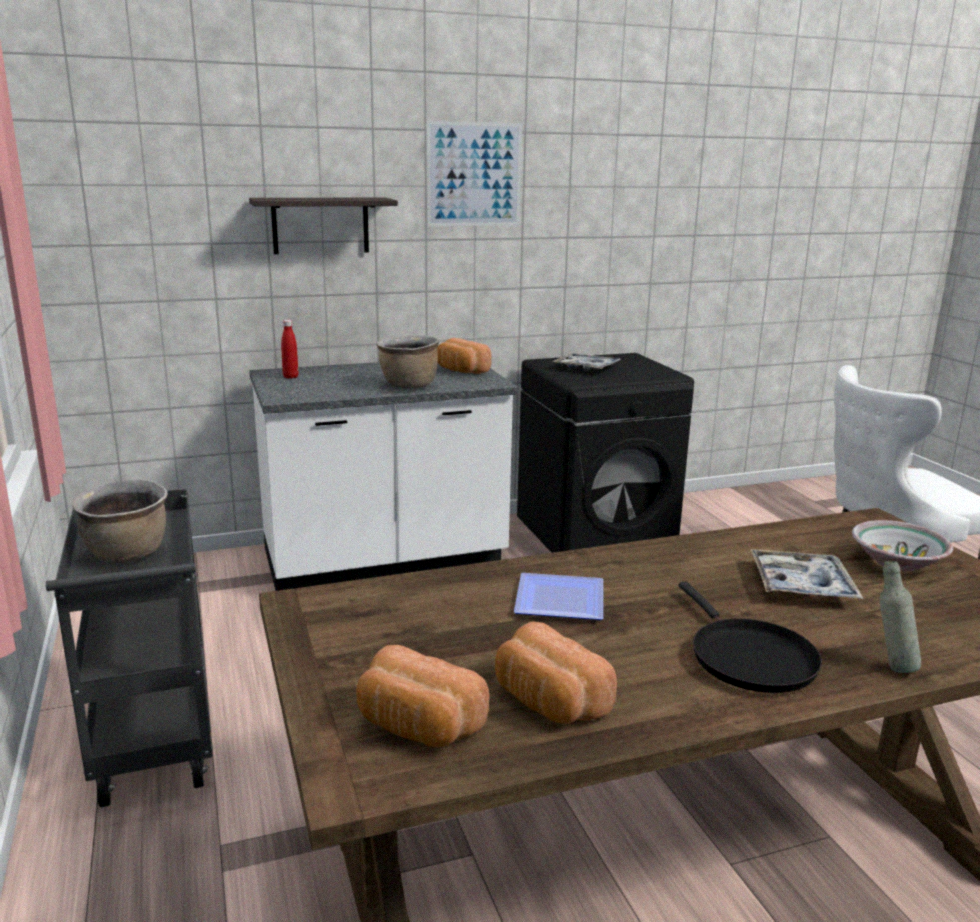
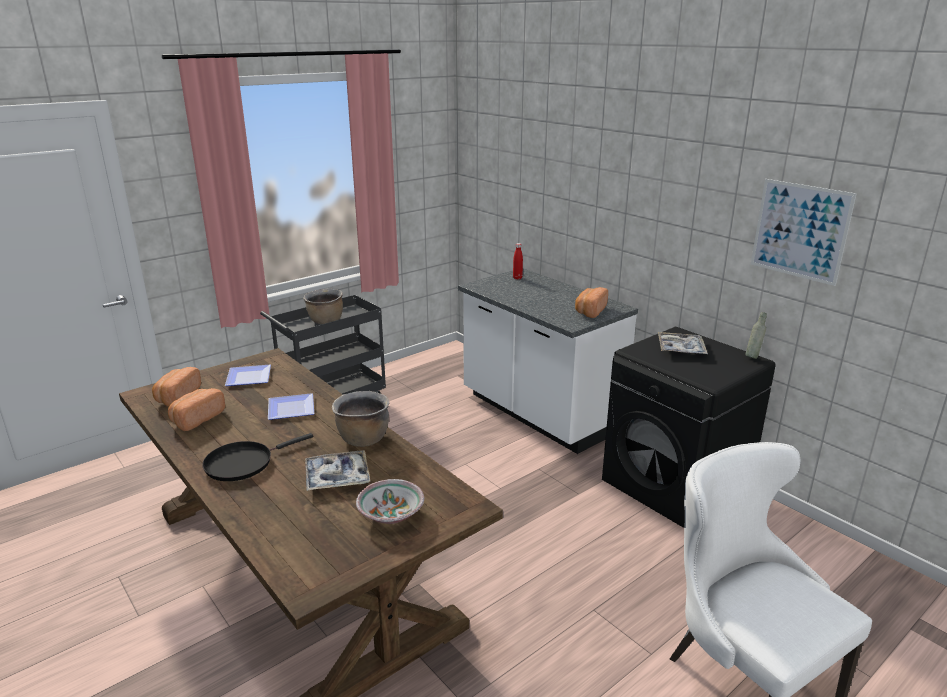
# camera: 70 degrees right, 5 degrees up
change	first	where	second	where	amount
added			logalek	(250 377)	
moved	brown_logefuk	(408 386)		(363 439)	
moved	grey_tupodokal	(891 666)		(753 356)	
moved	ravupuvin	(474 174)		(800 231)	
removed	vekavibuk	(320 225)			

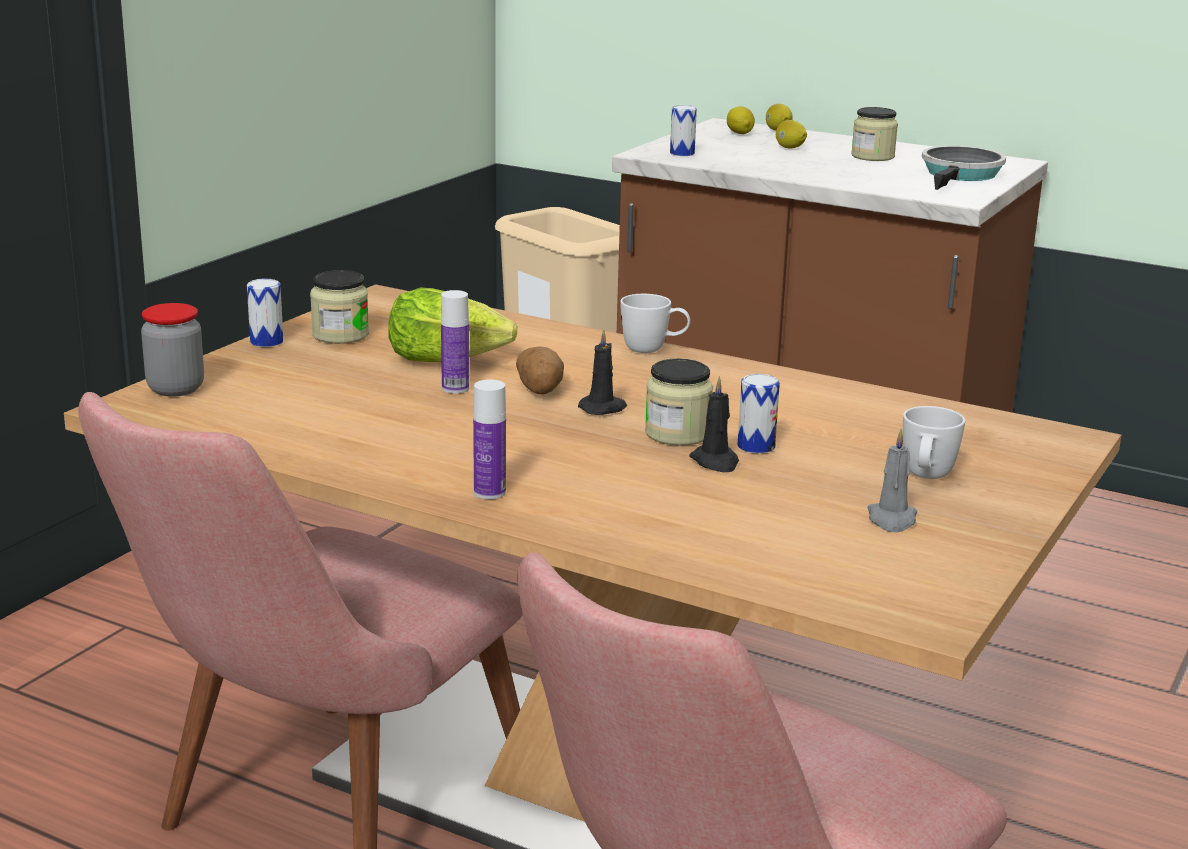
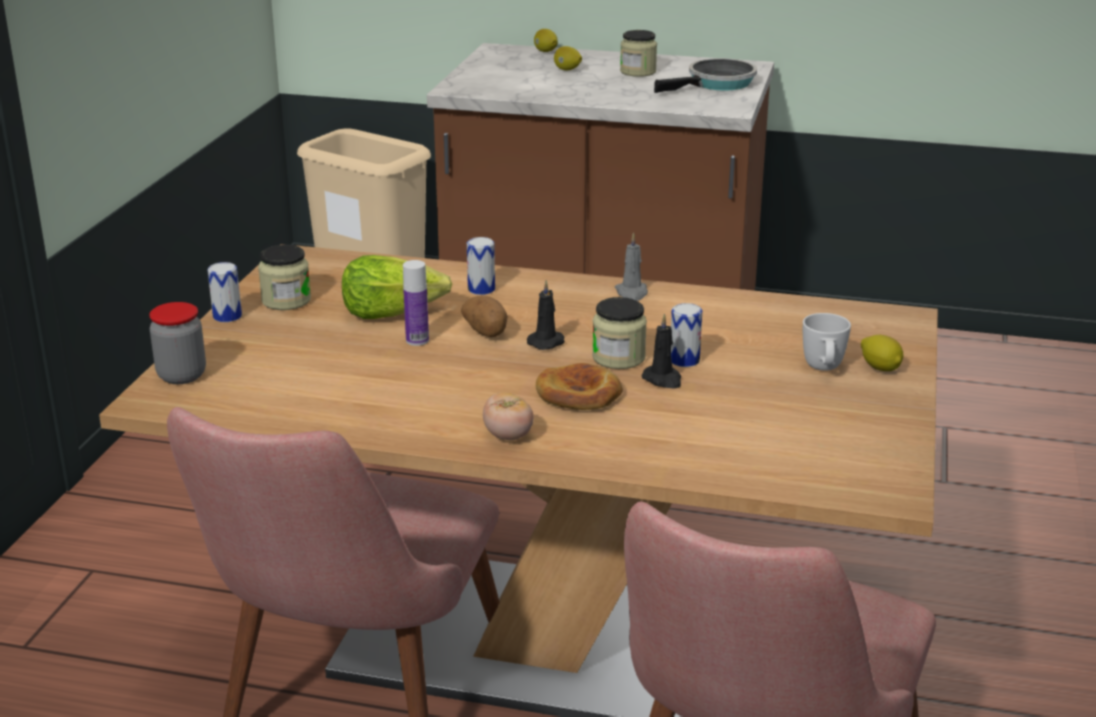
# camera: 15 degrees left, 5 degrees up
change	first	where	second	where	amount
moved	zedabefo	(682 153)		(481 289)	
replaced	tupodokal	(489 492)	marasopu	(508 436)	
added			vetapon	(579 394)	
moved	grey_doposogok	(892 520)		(632 293)	
turned	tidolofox	(960 175)		(717 84)	45 degrees clockwise
moved	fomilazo	(739 133)		(880 368)	
removed	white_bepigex	(654 350)			

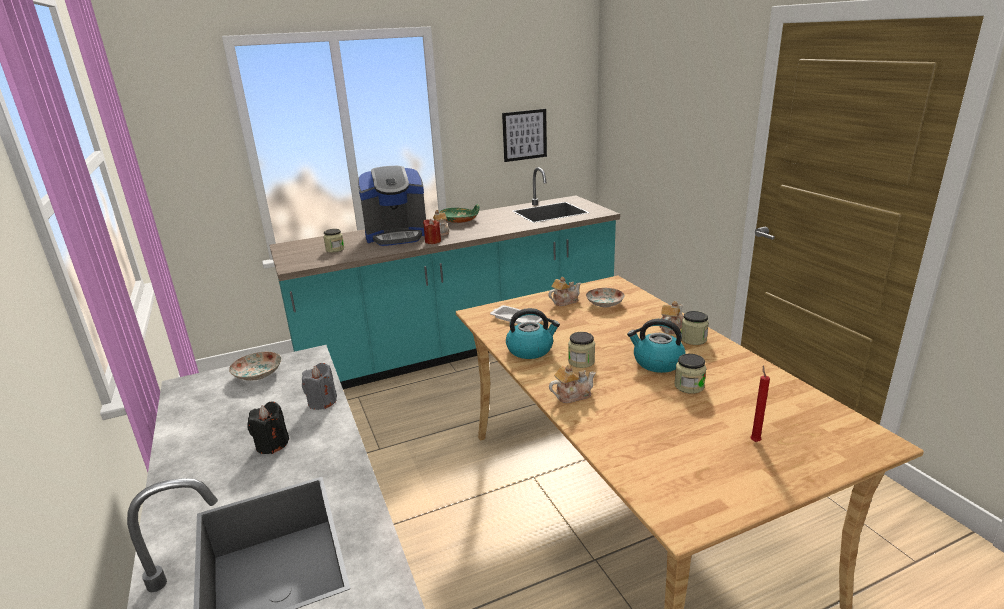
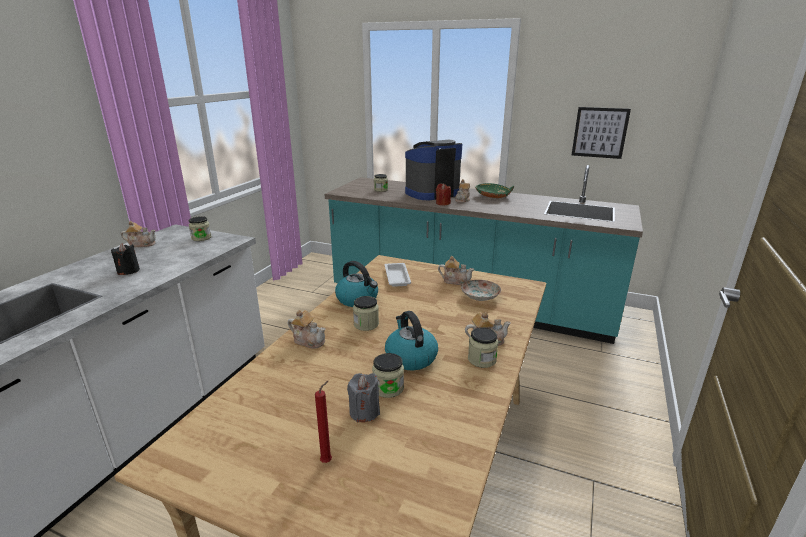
# camera: 45 degrees right, 0 degrees up
change	first	where	second	where	amount
added			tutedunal	(141 244)	
replaced	logalek	(257 374)	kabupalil	(201 238)	
moved	grey_doposogok	(322 402)		(364 412)	
turned	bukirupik	(397 236)		(431 193)	120 degrees clockwise

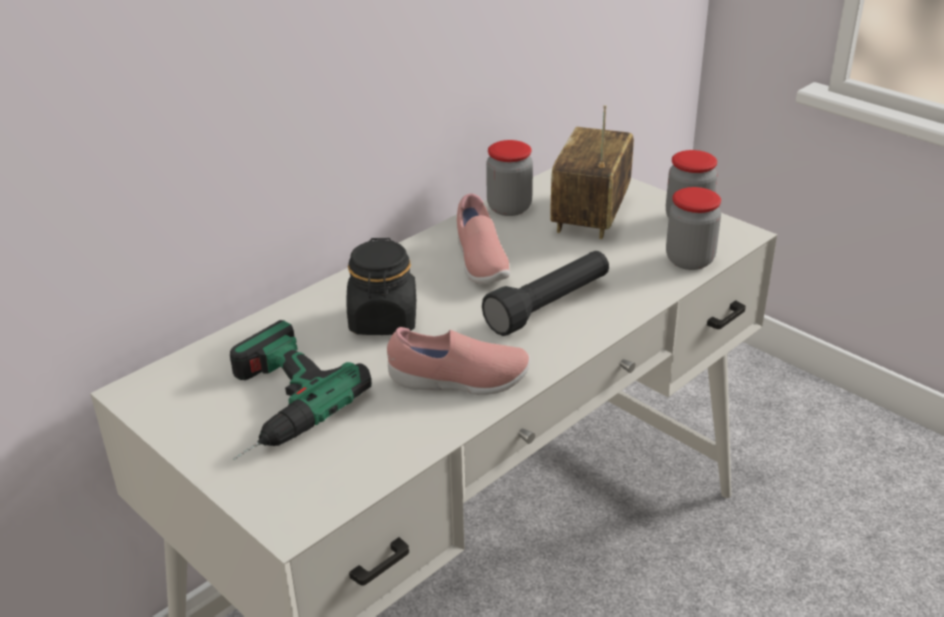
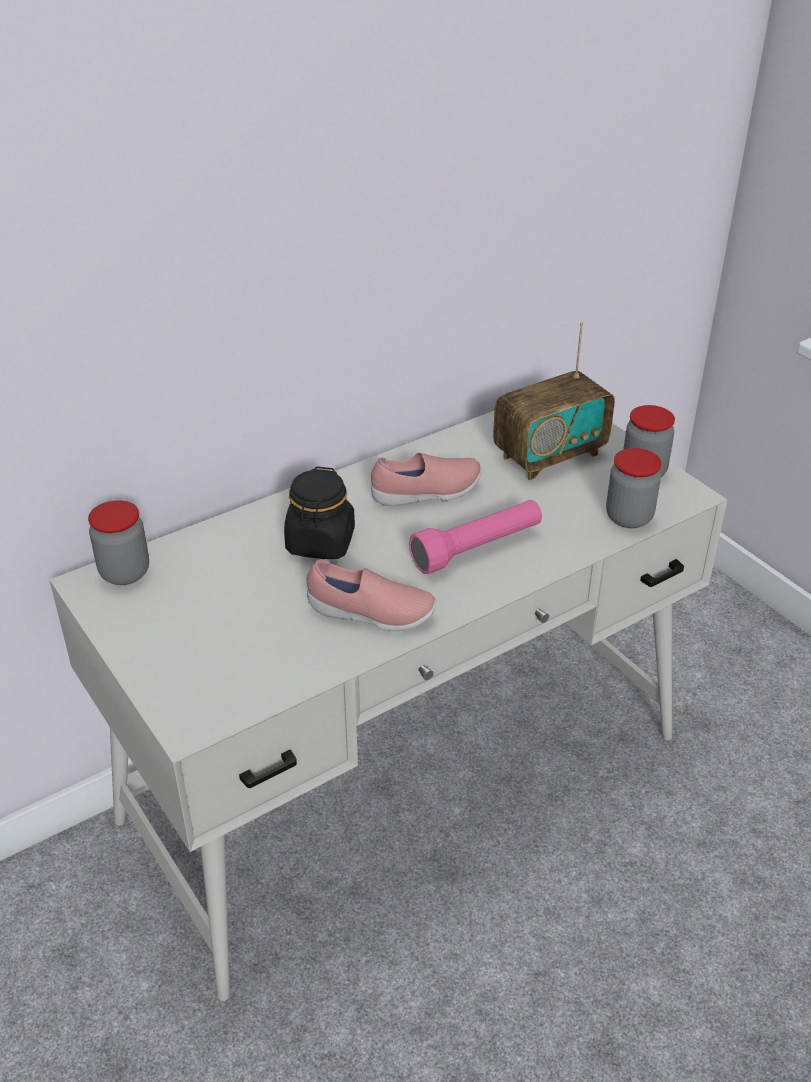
# camera: 10 degrees right, 5 degrees up
change	first	where	second	where	amount
moved	kabupalil	(509 208)		(125 573)	
turned	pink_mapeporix	(480 262)		(427 494)	105 degrees counterclockwise
recoloured	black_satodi	(549 306)	pink_satodi	(477 548)	
turned	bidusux	(591 215)		(549 455)	150 degrees counterclockwise
removed	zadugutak	(269 406)			

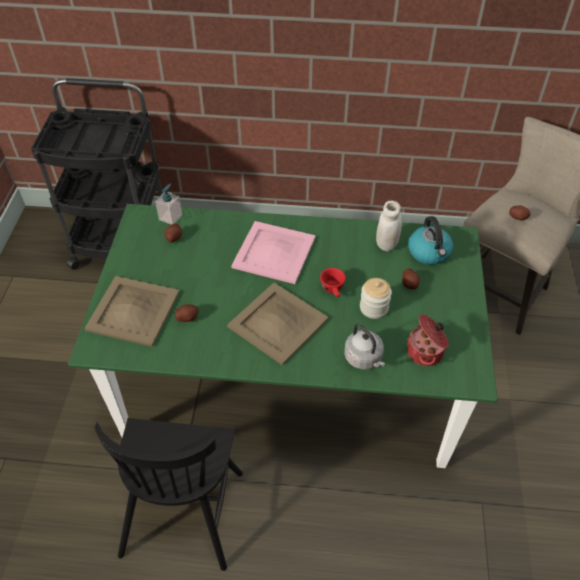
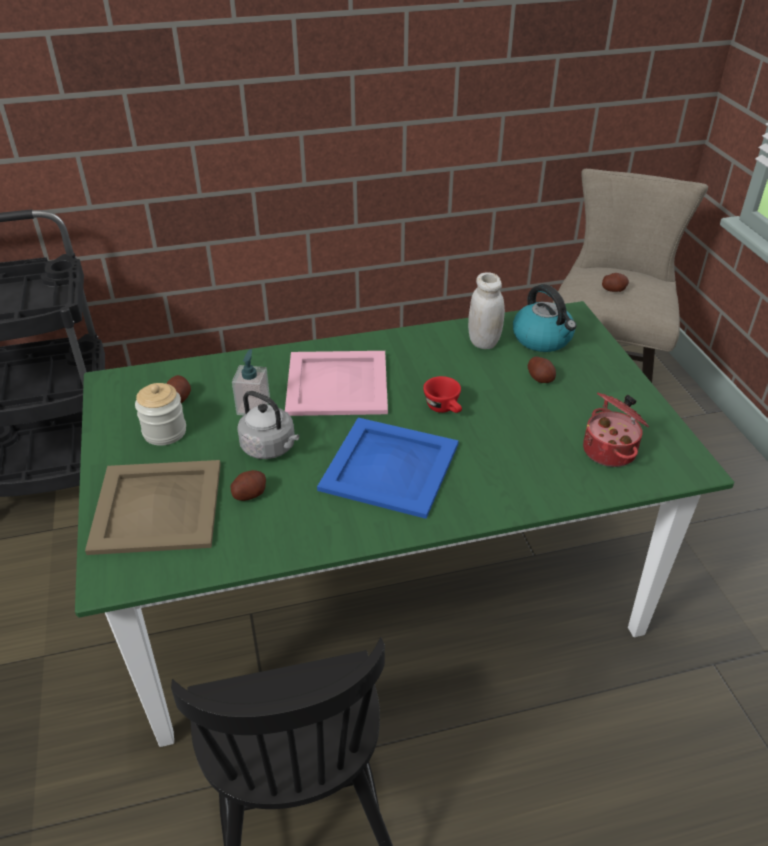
# camera: 20 degrees left, 10 degrees down
change	first	where	second	where	amount
moved	kabupalil	(374 308)		(164 432)	
moved	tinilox	(170 217)		(253 407)	
moved	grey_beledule	(364 358)		(270 448)	
recoloured	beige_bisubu	(278 322)	blue_bisubu	(389 466)	

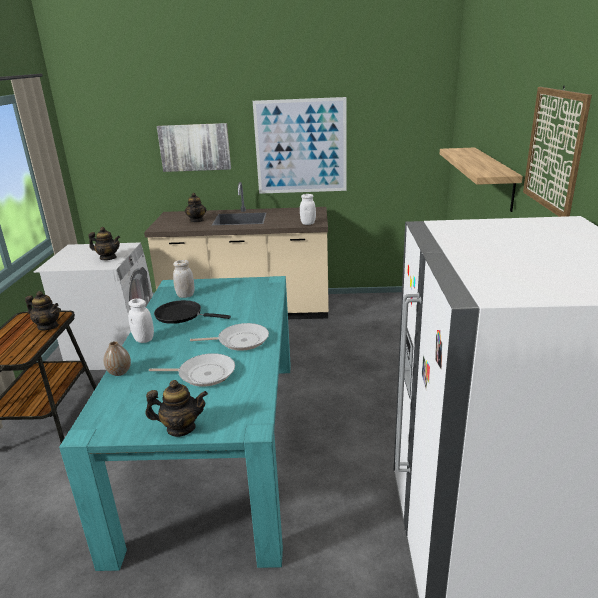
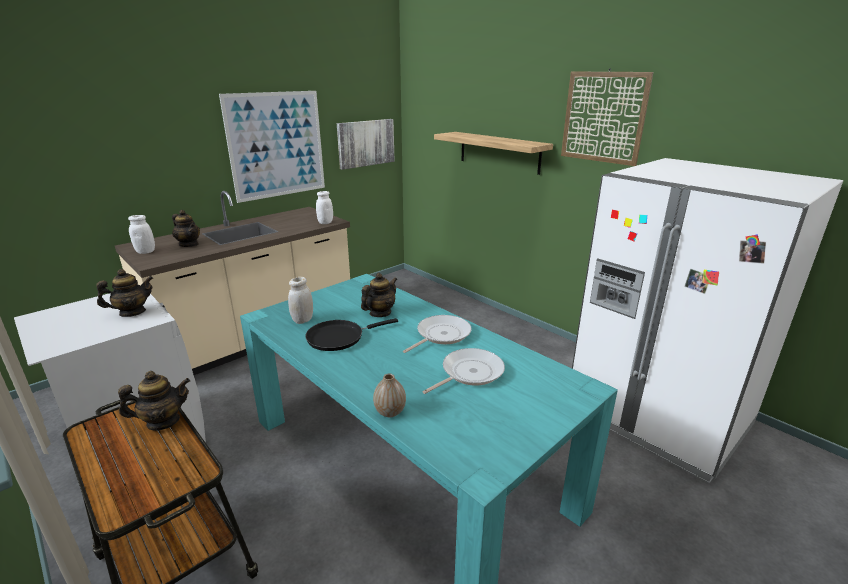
# camera: 45 degrees left, 0 degrees up
change	first	where	second	where	amount
moved	white_kabupalil	(144 339)		(145 252)	
moved	ravupuvin	(195 147)		(365 143)	
moved	tutedunal	(181 428)		(380 313)	

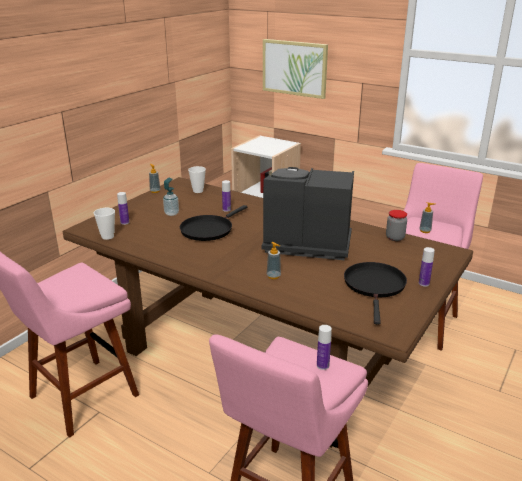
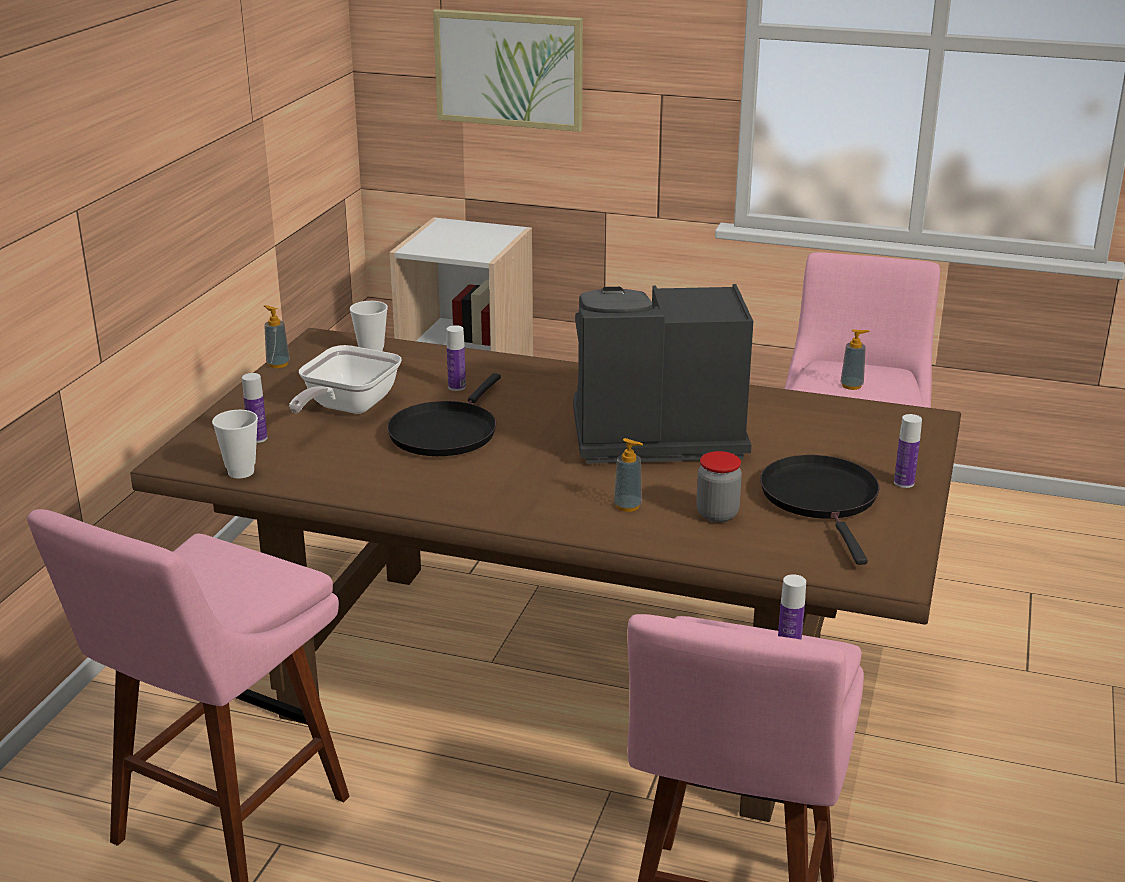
# camera: 15 degrees left, 0 degrees up
change	first	where	second	where	amount
replaced	tinilox	(171 213)	tidolofox	(346 408)	
moved	kabupalil	(395 238)		(717 514)	

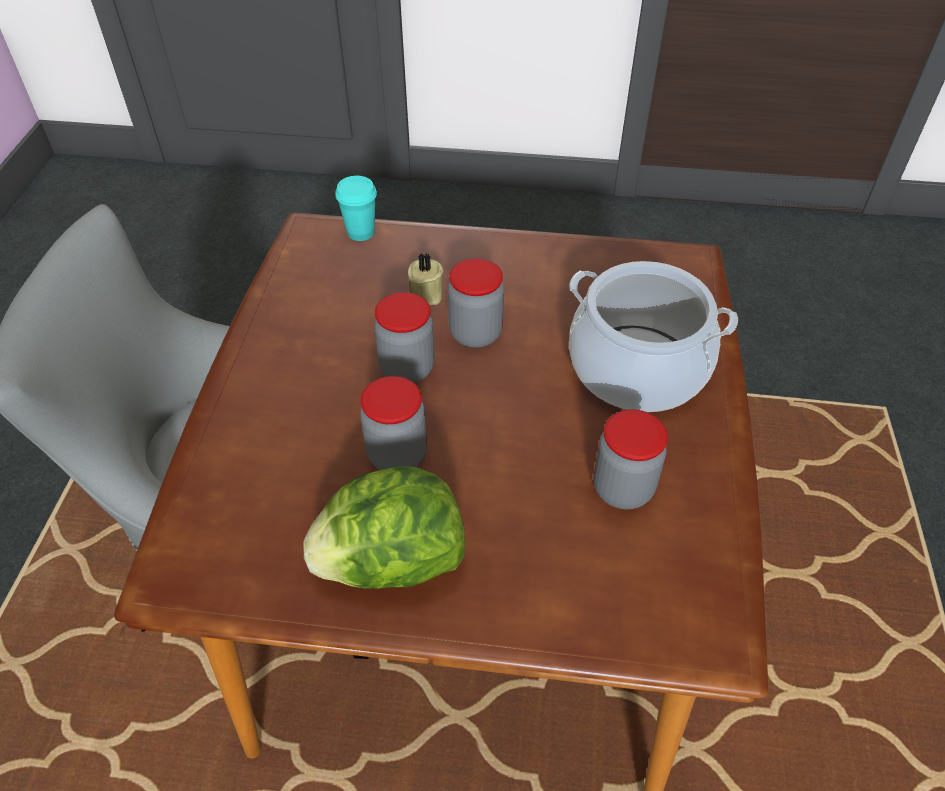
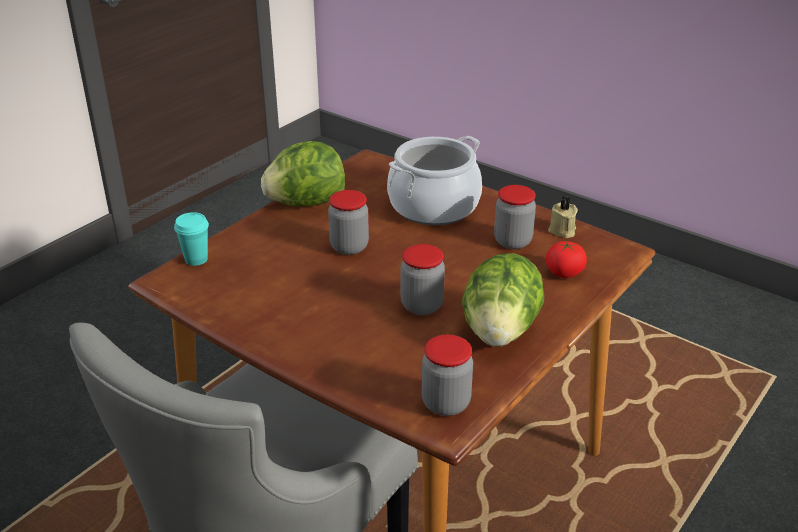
# camera: 60 degrees left, 15 degrees down
change	first	where	second	where	amount
added			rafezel	(306 203)	
moved	kabupalil	(407 368)		(446 403)	
added			marasopu	(564 273)	
moved	beige_doposogok	(424 295)		(562 231)	

